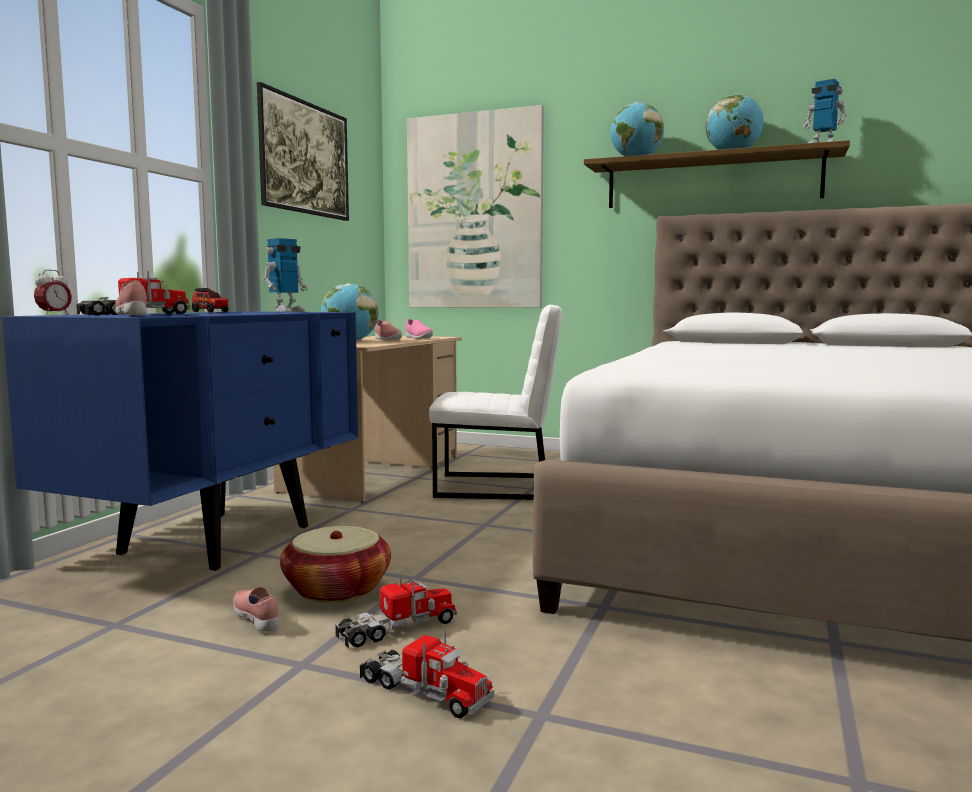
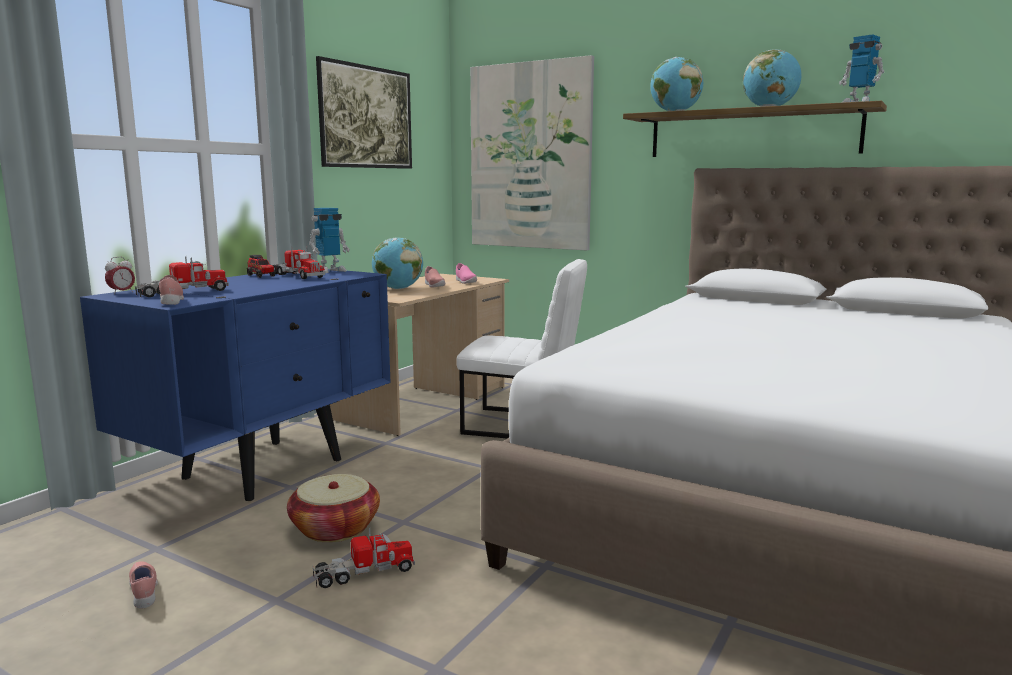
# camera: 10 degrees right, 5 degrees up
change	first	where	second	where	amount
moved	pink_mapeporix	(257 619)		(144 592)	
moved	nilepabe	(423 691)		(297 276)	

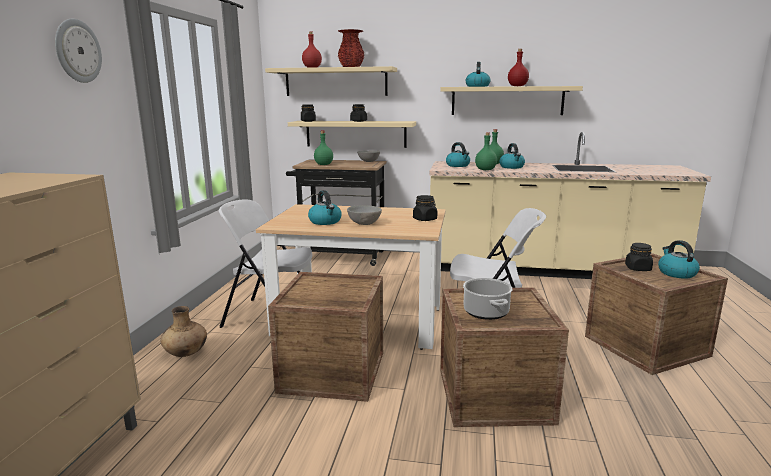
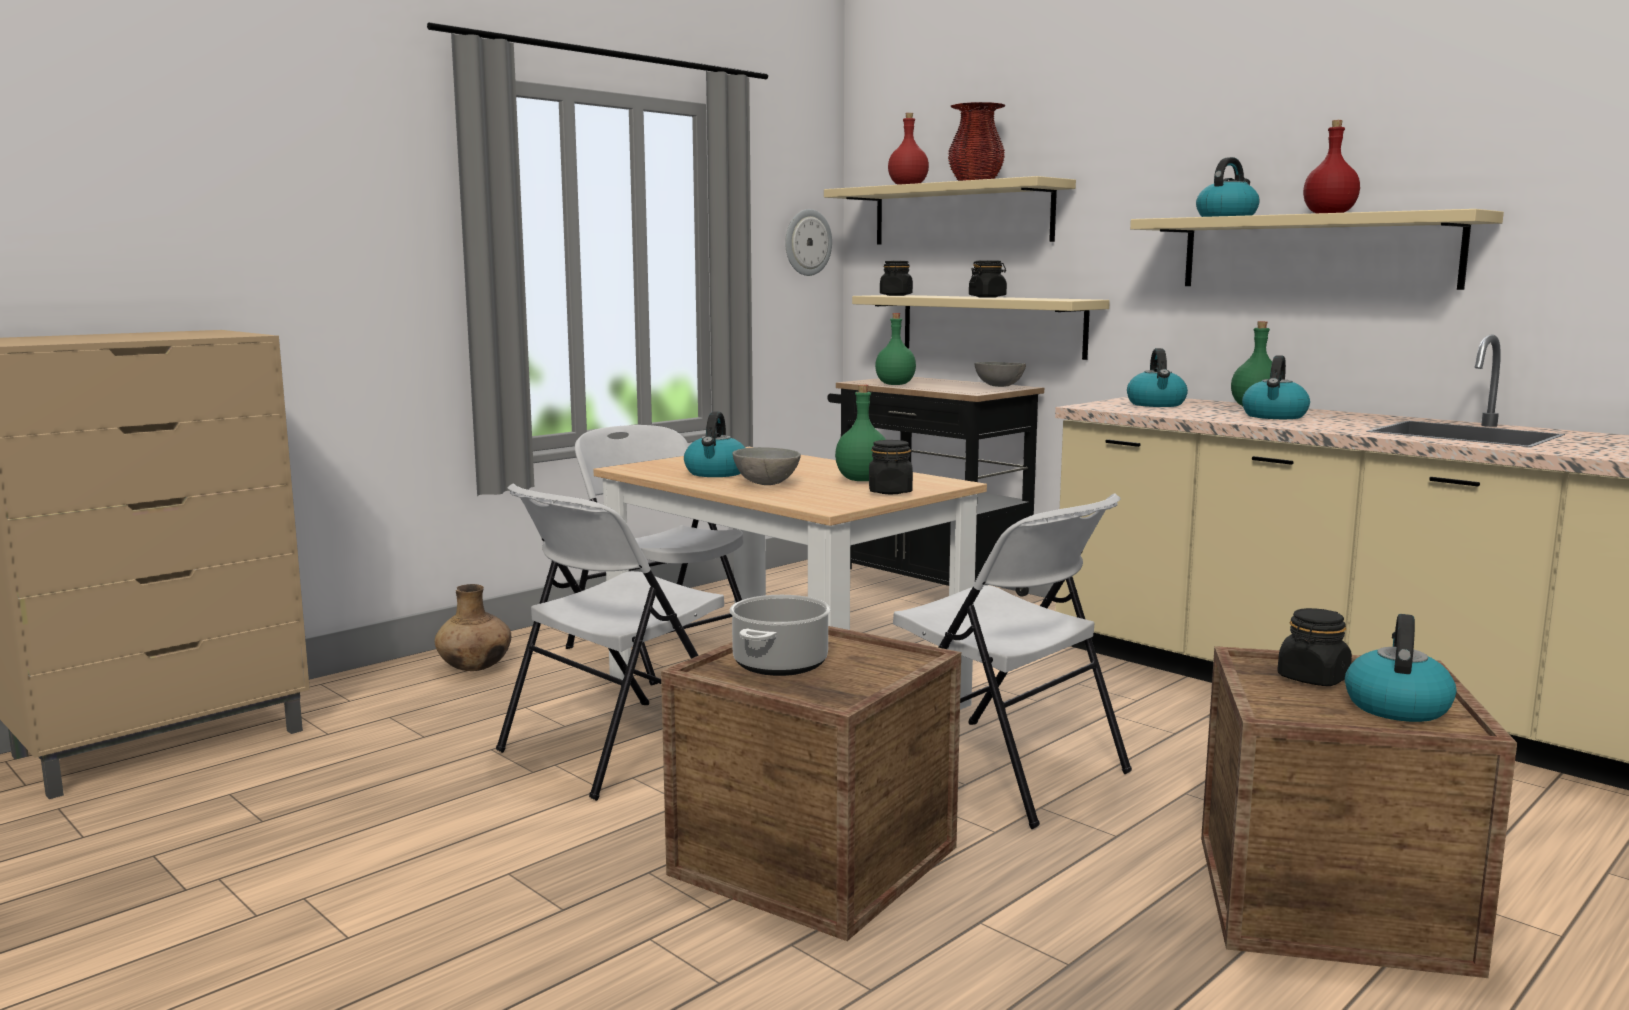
# camera: 35 degrees right, 5 degrees down
change	first	where	second	where	amount
replaced	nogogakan	(332 371)	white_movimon	(621 747)	
moved	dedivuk	(77 51)		(807 242)	
moved	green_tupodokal	(485 170)		(862 480)	

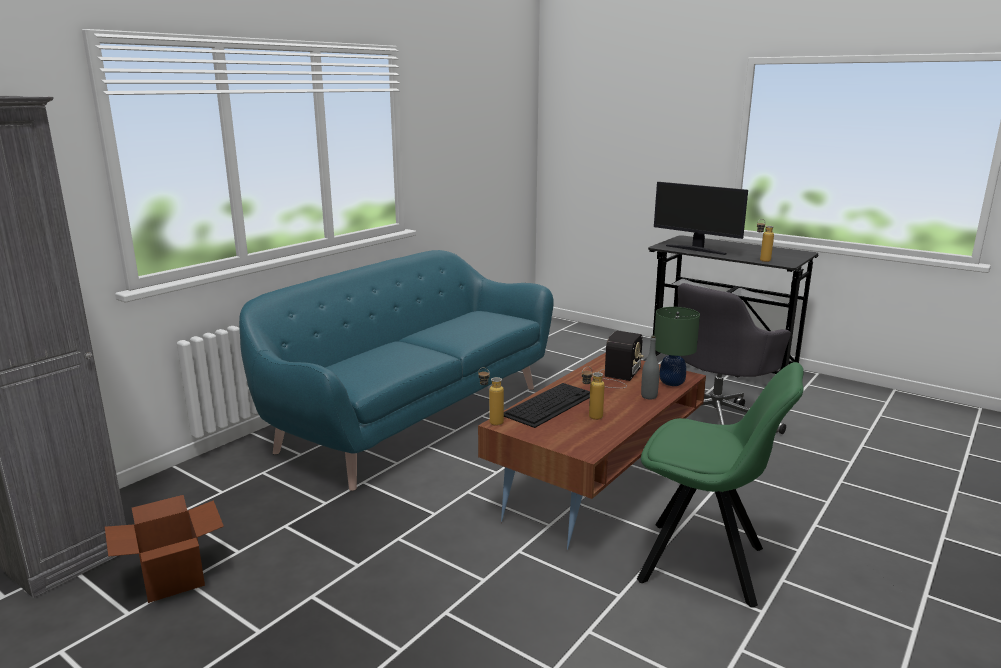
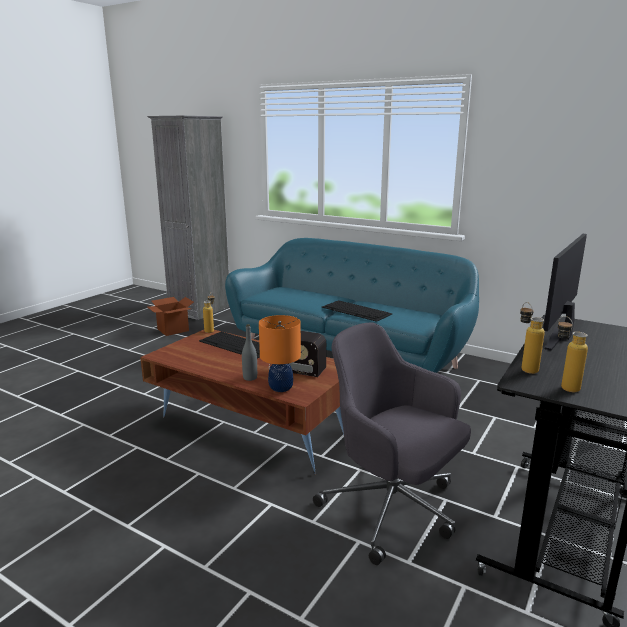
# camera: 85 degrees right, 0 degrees up
change	first	where	second	where	amount
recoloured	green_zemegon	(673 383)	orange_zemegon	(280 389)	
added			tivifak	(357 310)	
moved	tupodokal	(590 418)		(563 386)	
removed	green_movimon	(703 564)			

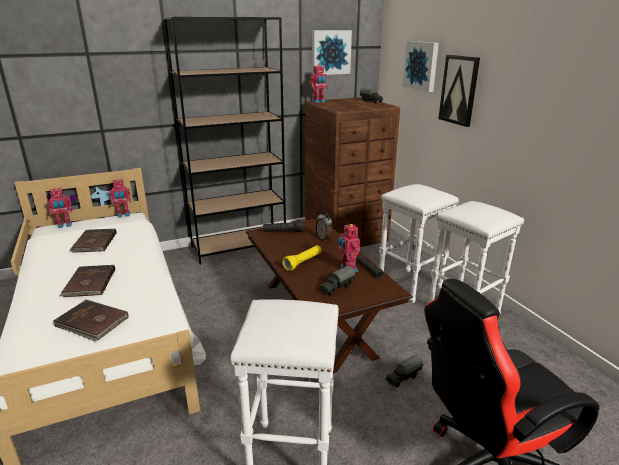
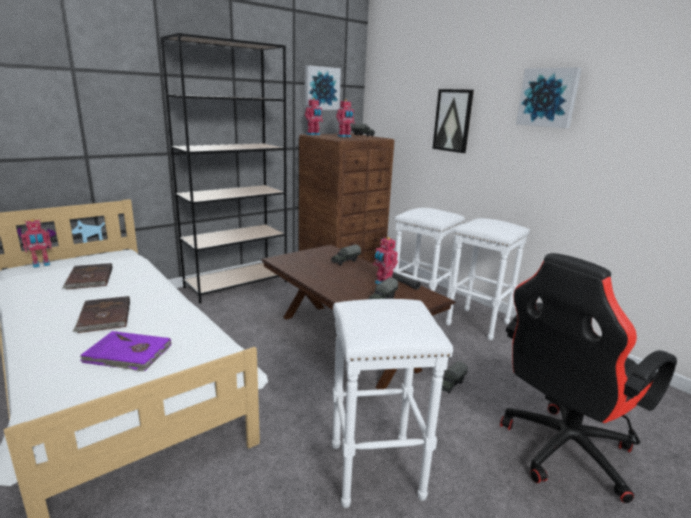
# camera: 15 degrees left, 5 degrees down
change	first	where	second	where	amount
recoloured	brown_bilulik	(92 323)	purple_bilulik	(128 354)	
replaced	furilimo	(324 239)	nilepabe	(345 261)	
moved	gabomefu	(123 215)		(344 136)	
moved	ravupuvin	(421 65)		(548 97)	
removed	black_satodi	(283 232)			
removed	yellow_satodi	(303 262)			

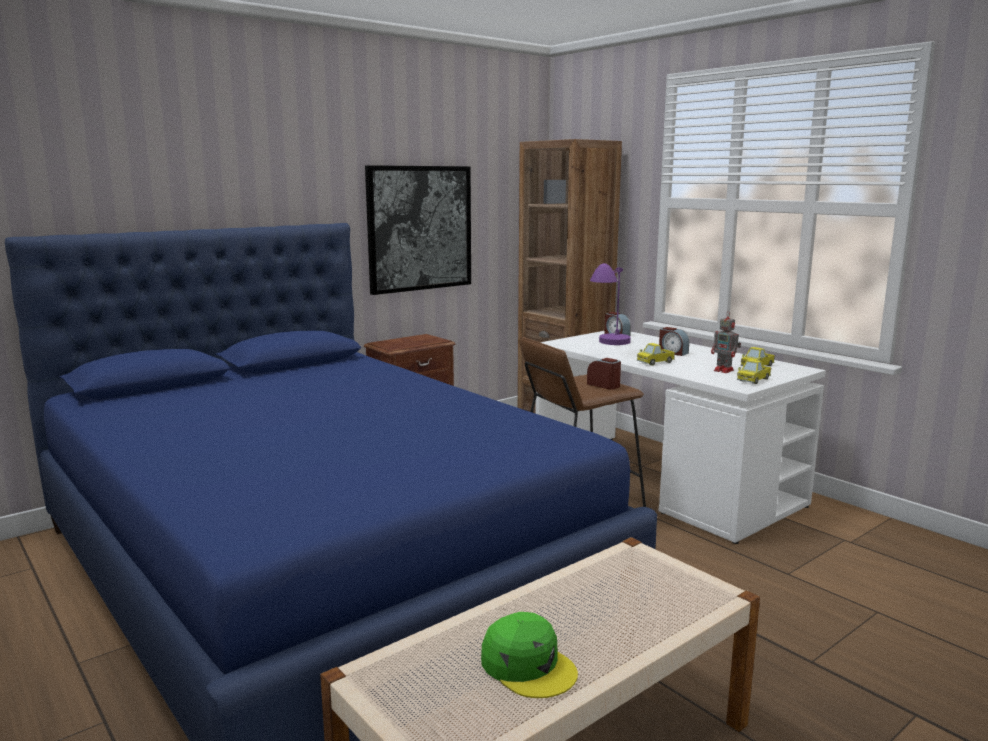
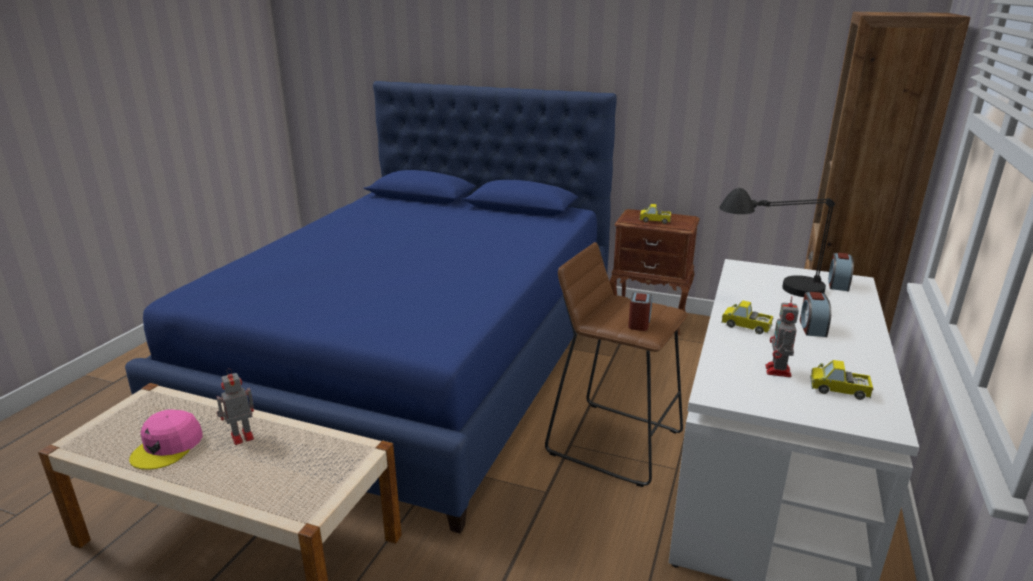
# camera: 60 degrees right, 10 degrees up
change	first	where	second	where	amount
recoloured	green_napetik	(528 666)	pink_napetik	(168 446)	
added			gabomefu	(240 437)	
moved	nilepabe	(753 380)		(655 221)	
recoloured	purple_zemegon	(609 347)	black_zemegon	(770 292)	
removed	ravupuvin	(419 228)			

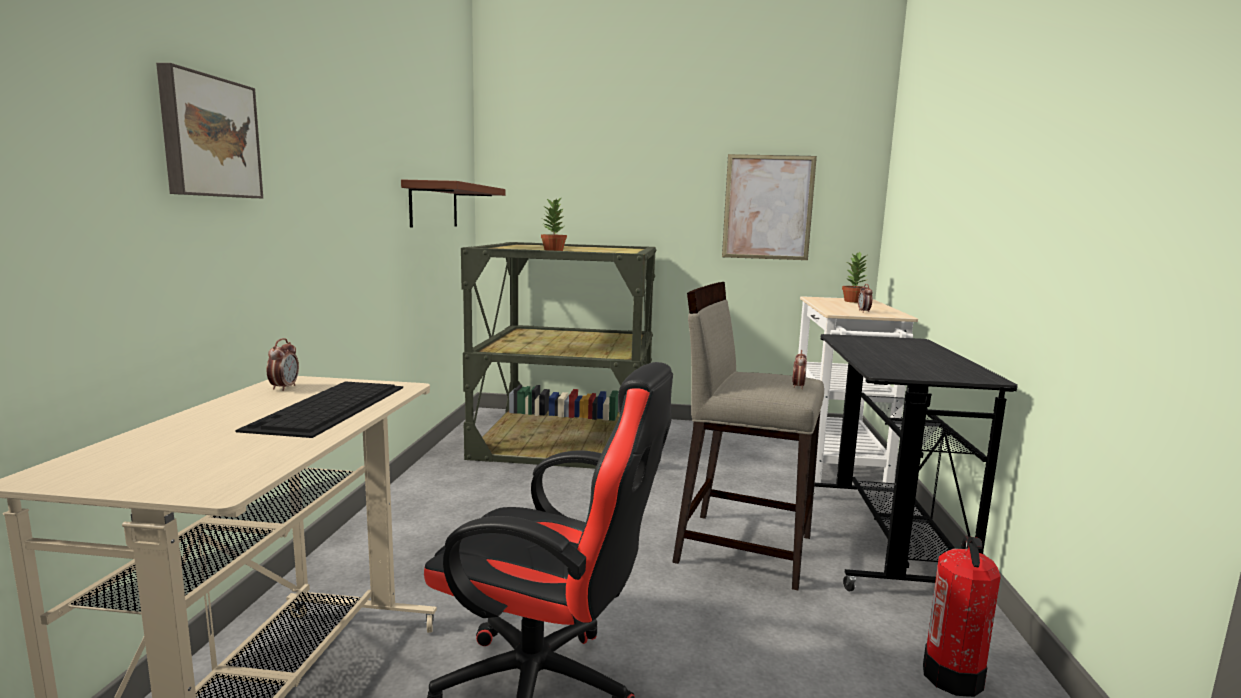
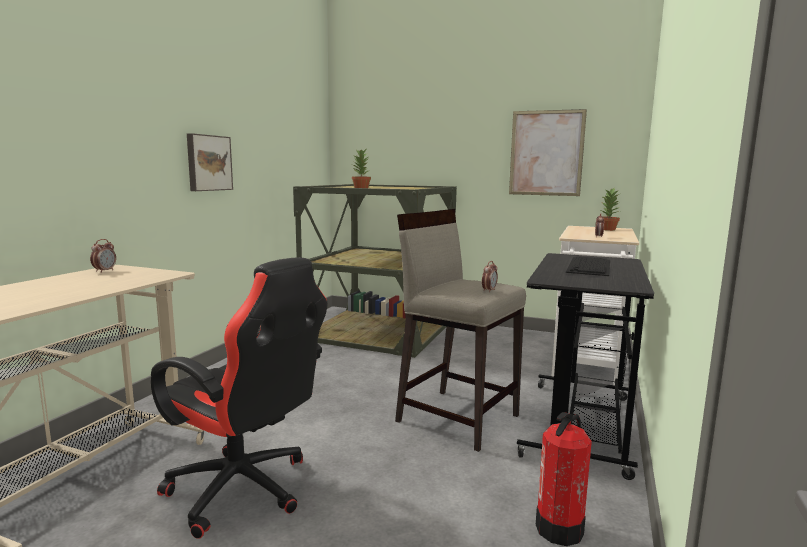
# camera: 15 degrees right, 0 degrees up
change	first	where	second	where	amount
moved	ravupuvin	(208 137)		(208 163)	
moved	tivifak	(329 408)		(589 266)	
removed	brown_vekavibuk	(434 205)			

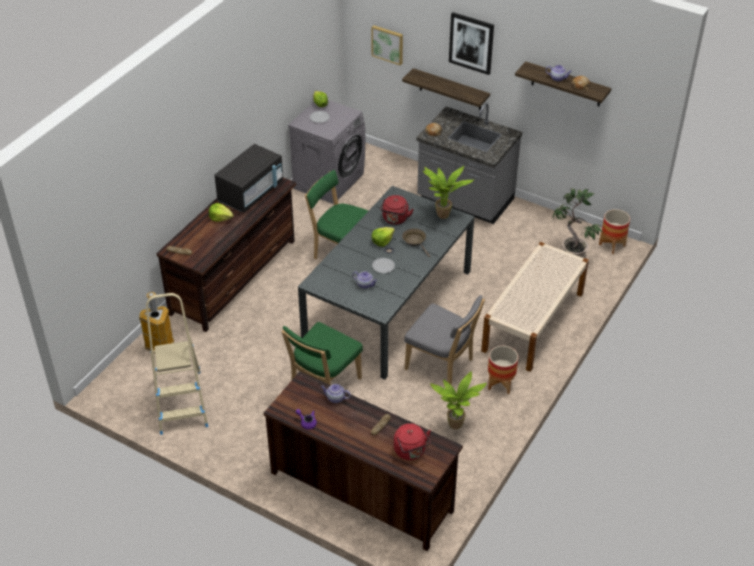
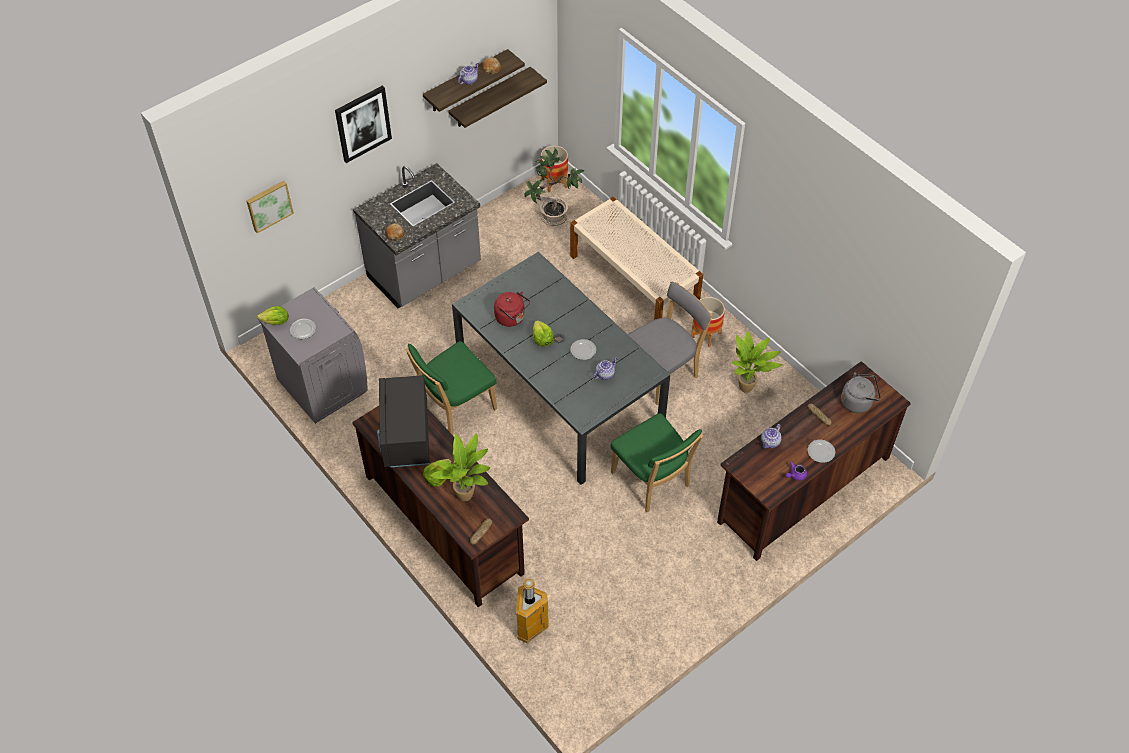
# camera: 70 degrees left, 10 degrees up
change	first	where	second	where	amount
turned	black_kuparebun	(251 193)		(406 435)	150 degrees counterclockwise
moved	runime	(443 217)		(467 496)	
moved	vekavibuk	(450 90)		(490 98)	
added			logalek	(821 452)	
recoloured	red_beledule	(411 452)	grey_beledule	(858 402)	
removed	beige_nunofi	(180 402)			
removed	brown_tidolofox	(415 241)			

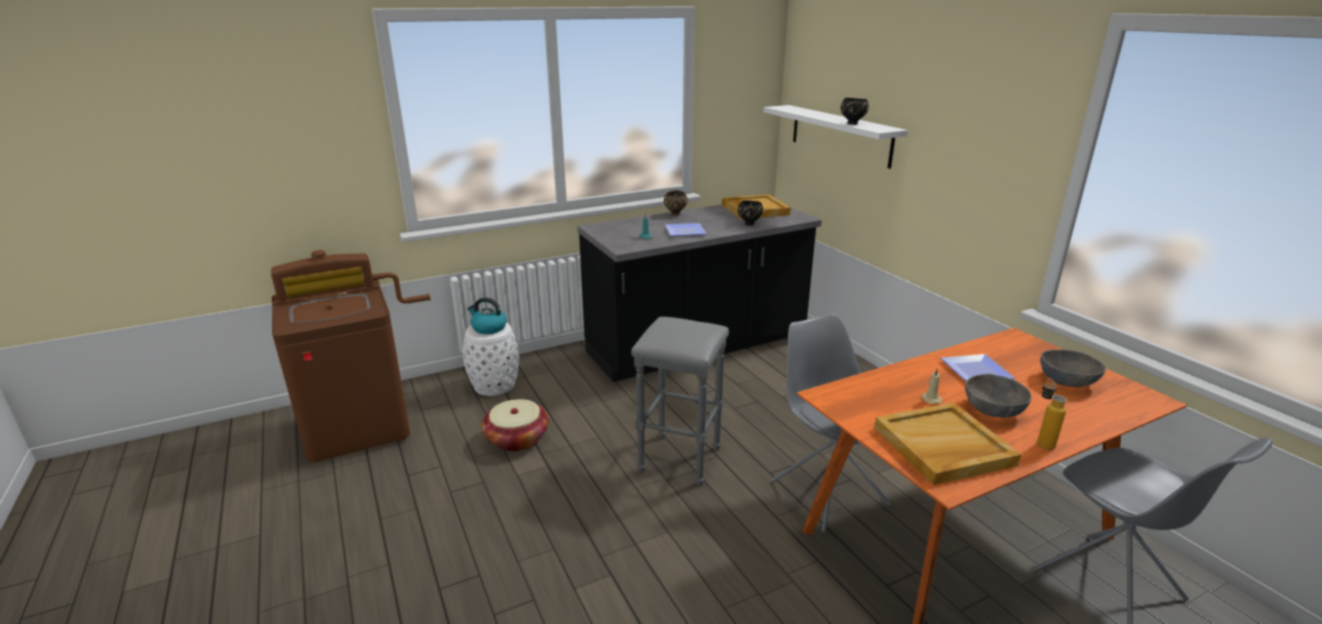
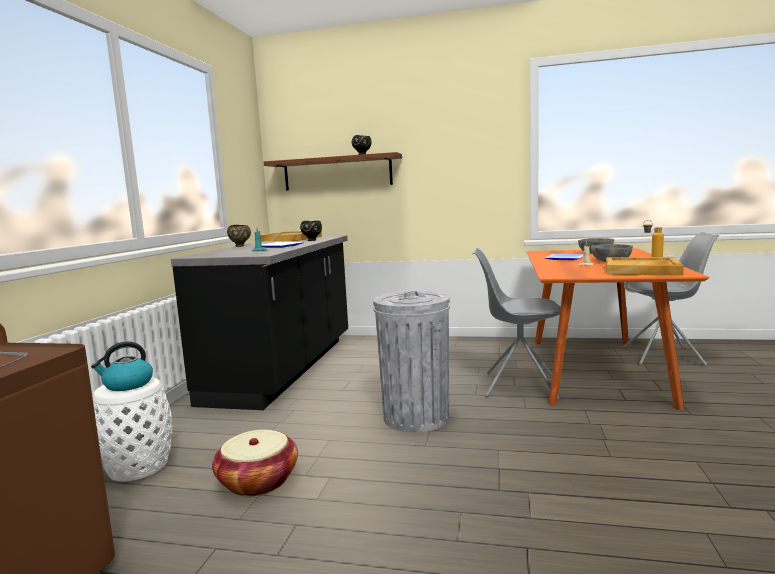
# camera: 50 degrees left, 15 degrees down
change	first	where	second	where	amount
recoloured	white_vekavibuk	(840 135)	brown_vekavibuk	(337 173)	
replaced	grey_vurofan	(680 460)	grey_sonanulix	(416 417)	

